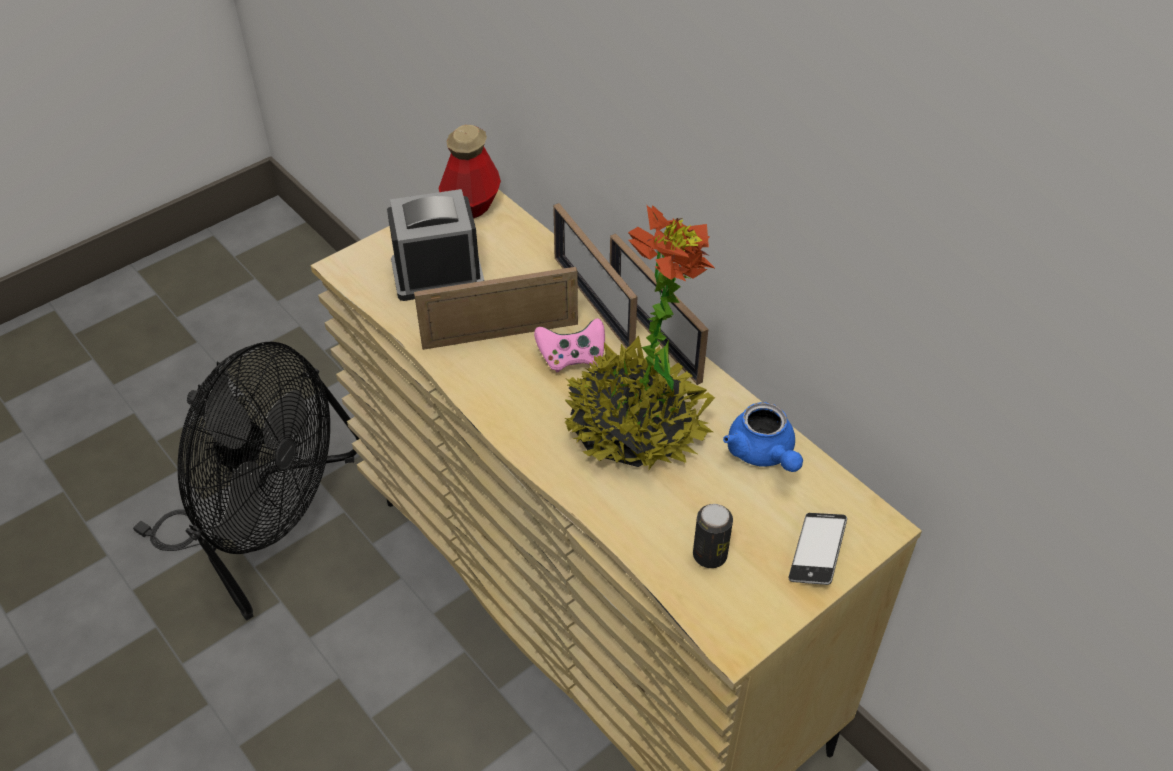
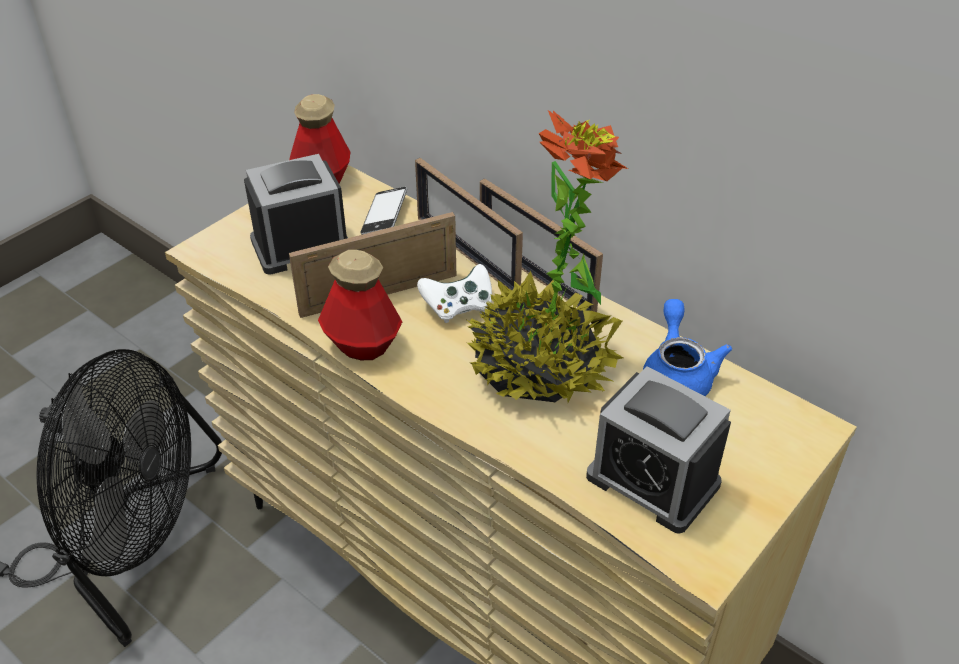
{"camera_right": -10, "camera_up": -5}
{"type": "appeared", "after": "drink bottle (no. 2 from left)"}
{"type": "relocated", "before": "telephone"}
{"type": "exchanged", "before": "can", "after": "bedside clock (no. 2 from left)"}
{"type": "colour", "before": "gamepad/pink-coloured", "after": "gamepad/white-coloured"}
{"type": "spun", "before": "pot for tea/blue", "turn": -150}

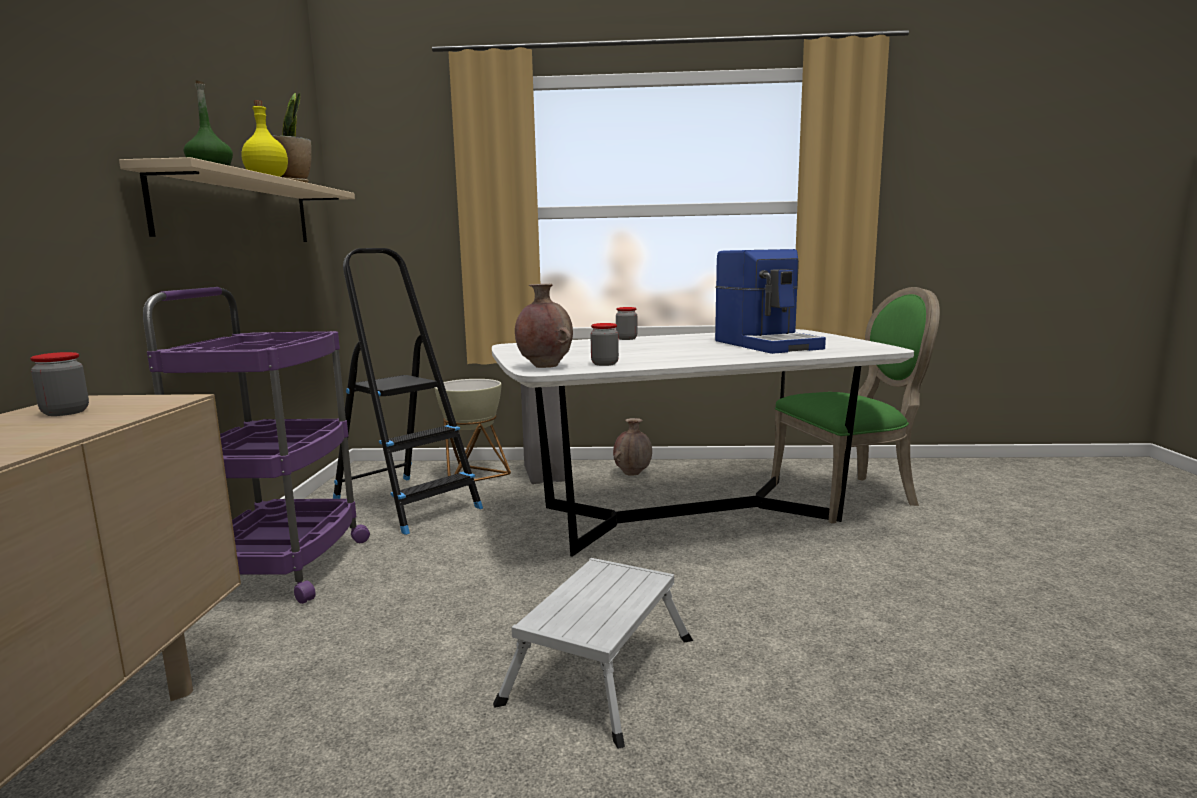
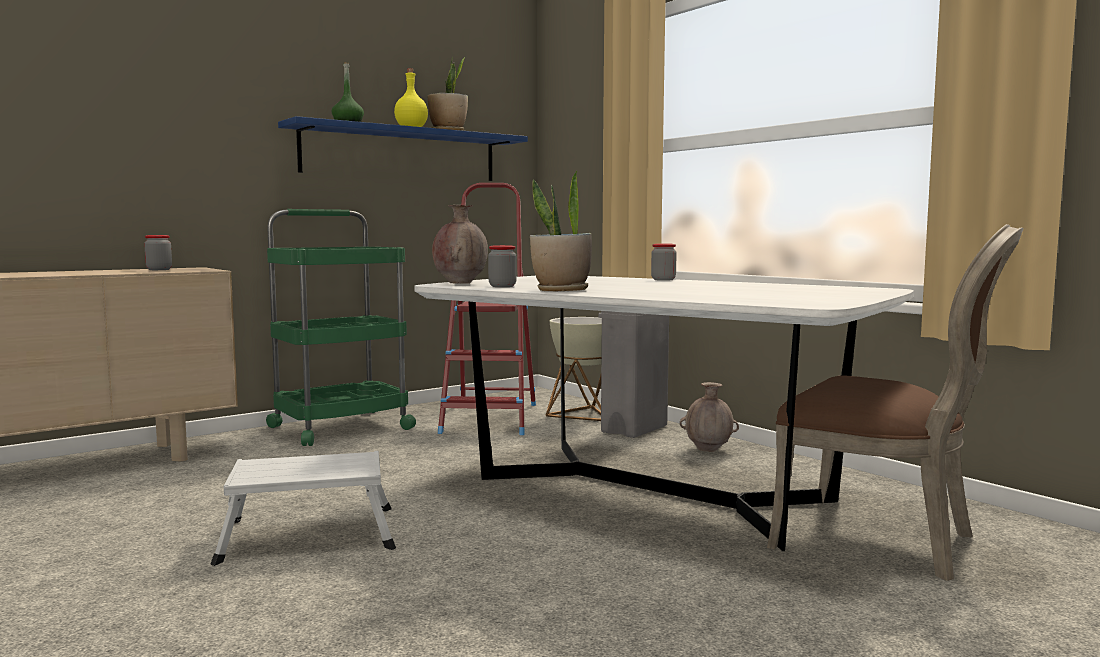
{"camera_right": 50, "camera_up": -5}
{"type": "missing", "before": "coffee machine"}
{"type": "appeared", "after": "houseplant (no. 2 from left)"}
{"type": "colour", "before": "shelf/beige", "after": "shelf/blue"}
{"type": "colour", "before": "cart/purplish", "after": "cart/greenish"}
{"type": "colour", "before": "step stool/blackish", "after": "step stool/reddish"}
{"type": "colour", "before": "chair/greenish", "after": "chair/brown-coloured"}

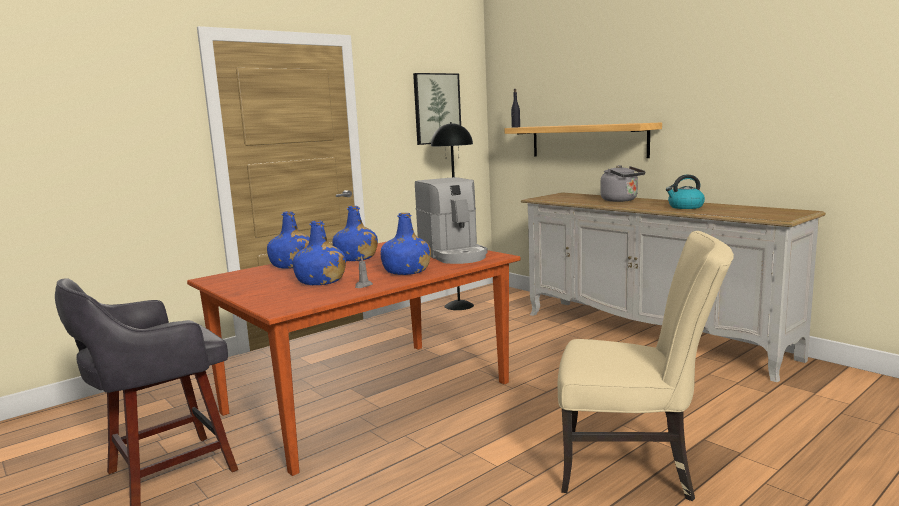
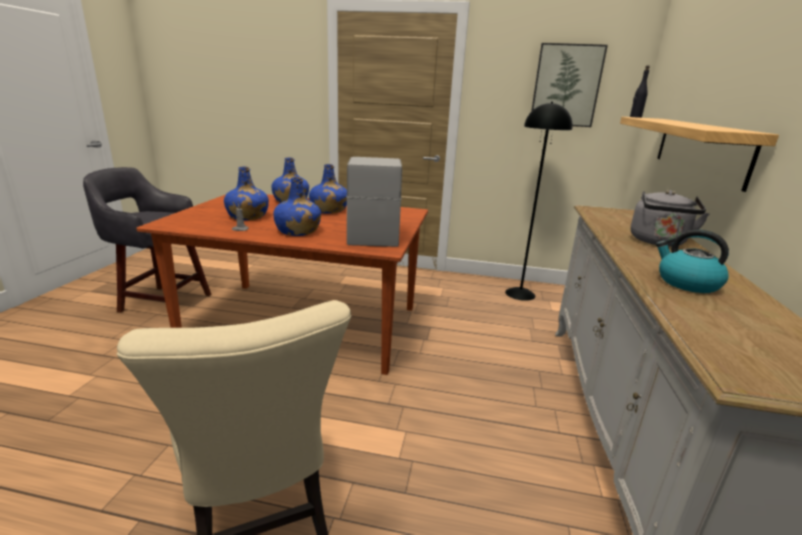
{"camera_right": 50, "camera_up": 10}
{"type": "spun", "before": "coffee machine", "turn": 150}

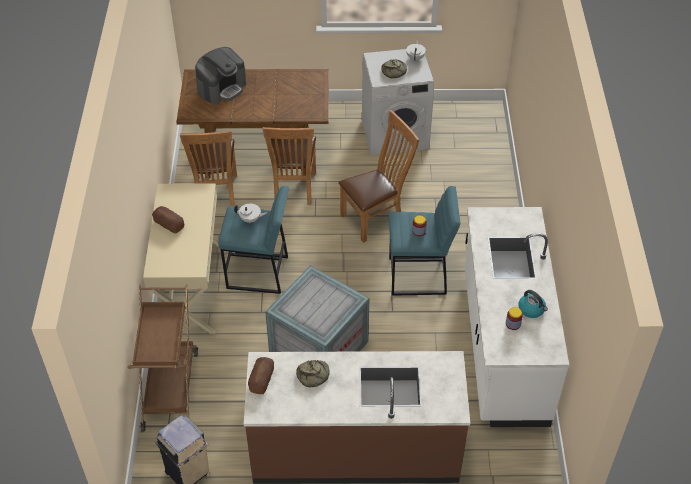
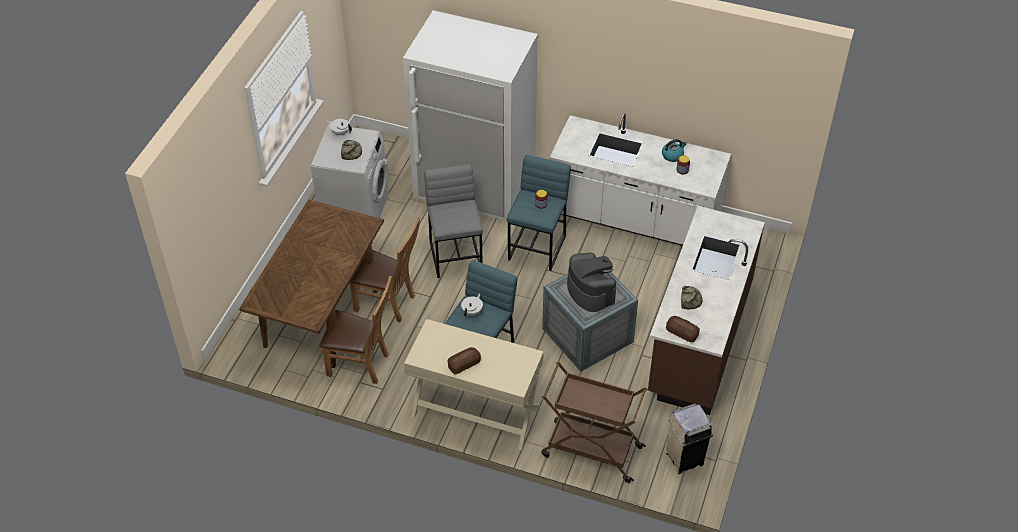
{"camera_right": -70, "camera_up": 0}
{"type": "appeared", "after": "refrigerator/white-coloured"}
{"type": "relocated", "before": "coffee machine"}
{"type": "exchanged", "before": "chair/brown-coloured (no. 3 from left)", "after": "stool/gray"}

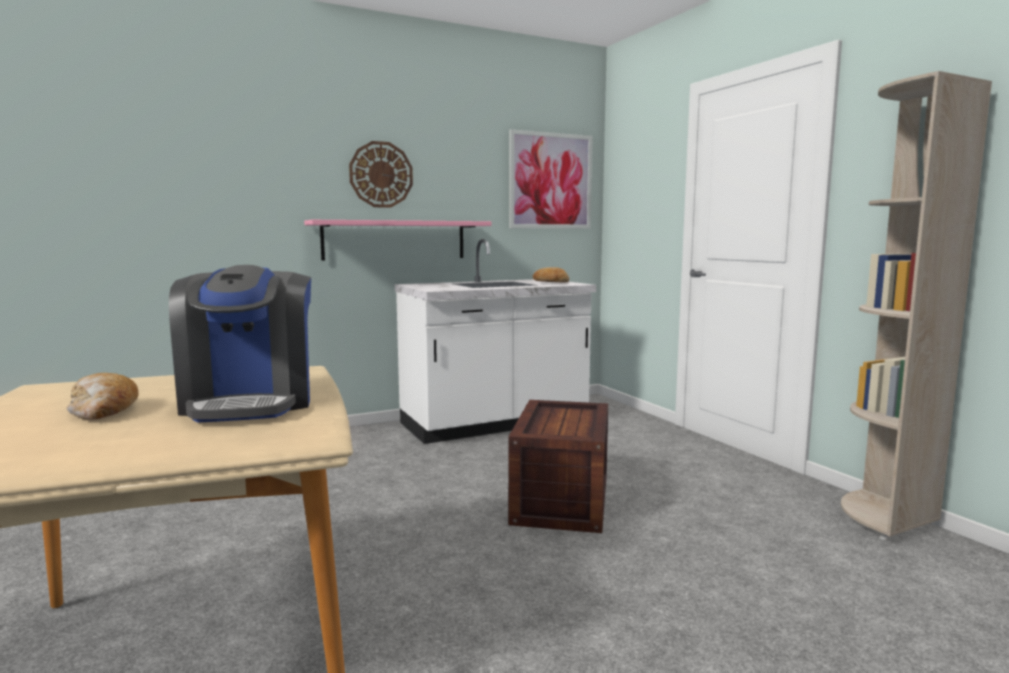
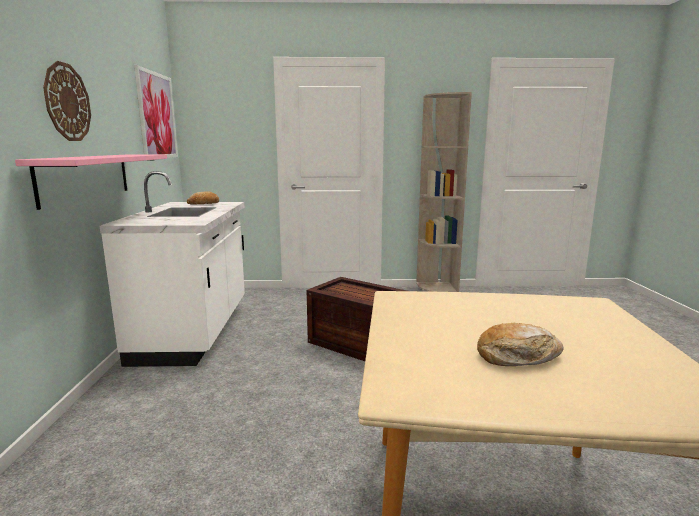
{"camera_right": -65, "camera_up": 5}
{"type": "missing", "before": "coffee machine"}

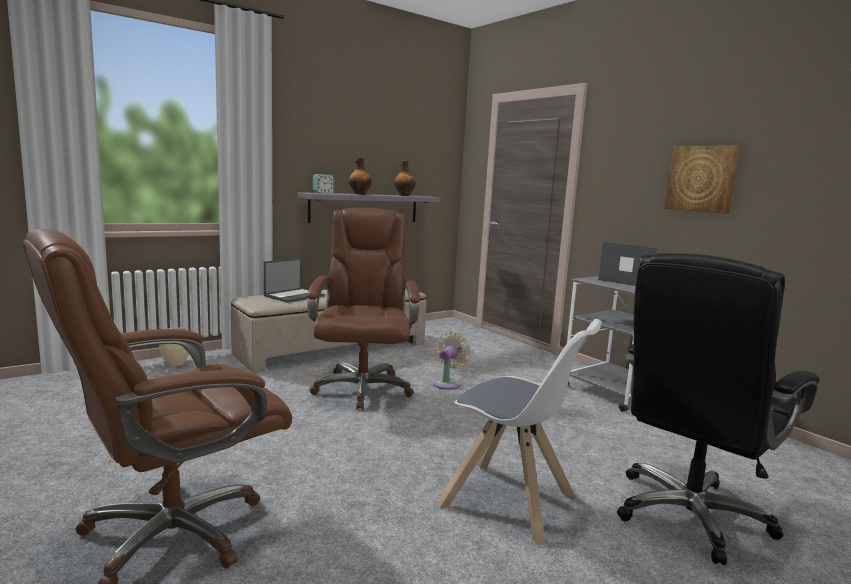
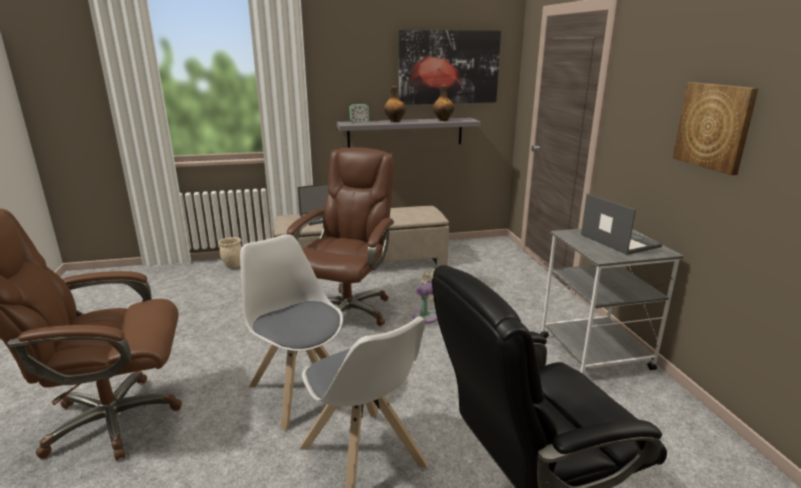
{"camera_right": 25, "camera_up": 10}
{"type": "appeared", "after": "chair (no. 1 from left)"}
{"type": "appeared", "after": "wall art (no. 1 from left)"}

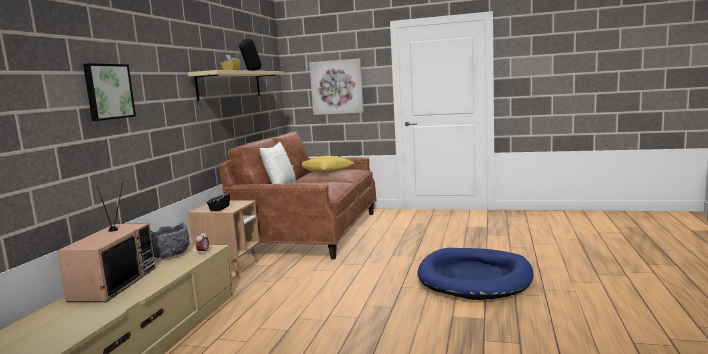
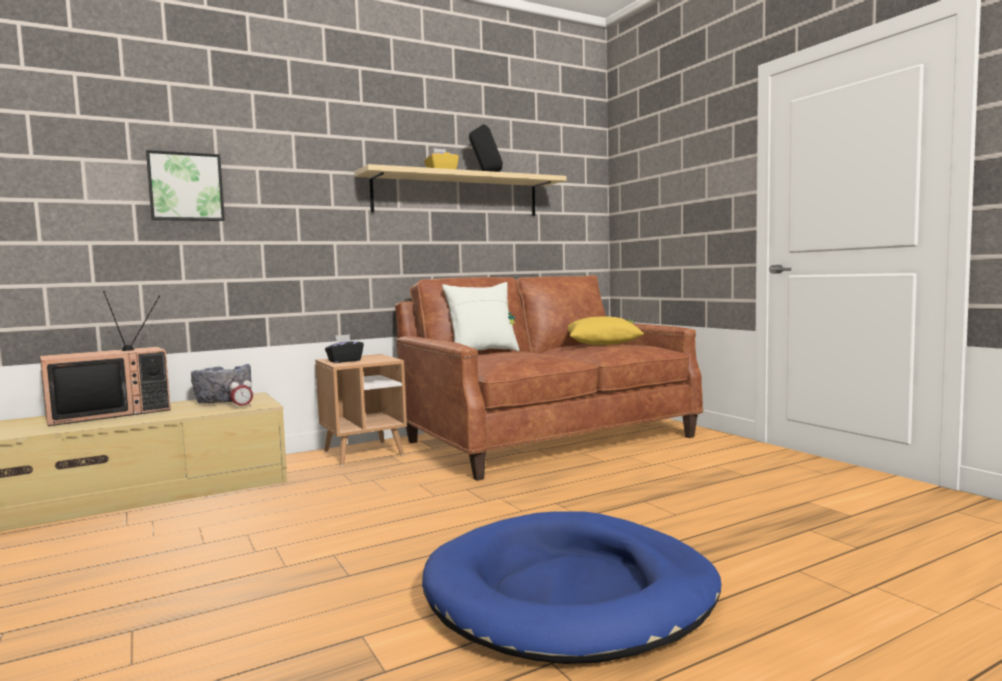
{"camera_right": 45, "camera_up": -5}
{"type": "missing", "before": "wall art (no. 2 from left)"}

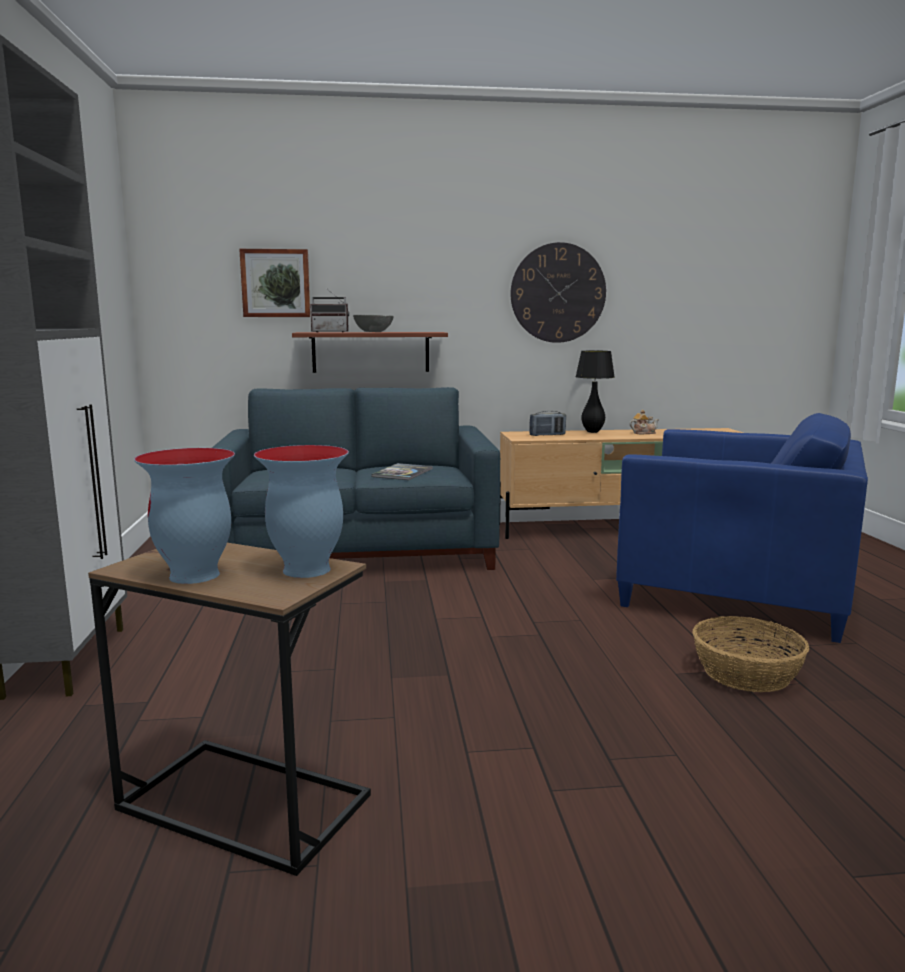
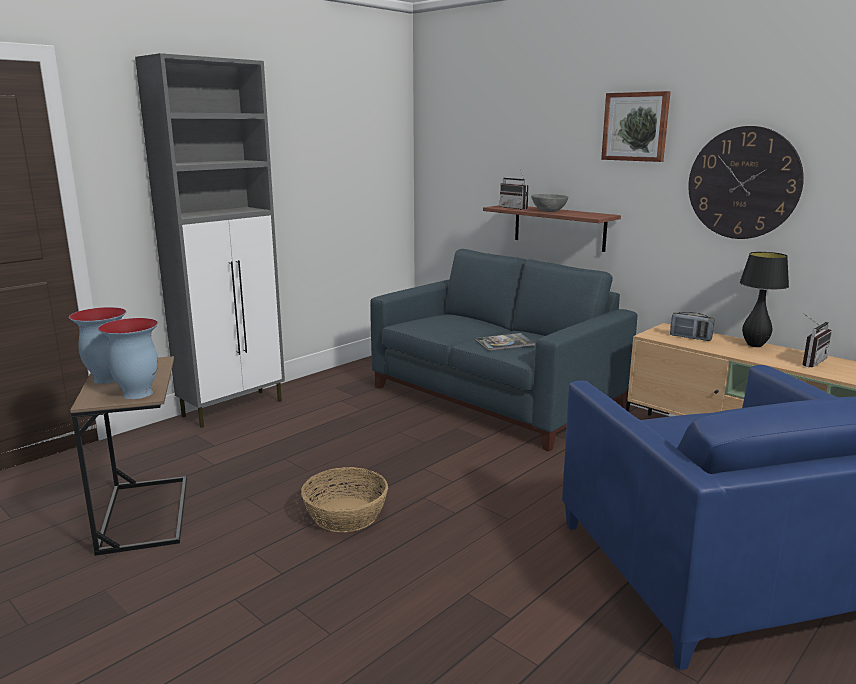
{"camera_right": 50, "camera_up": 5}
{"type": "relocated", "before": "wall art"}
{"type": "relocated", "before": "household basket"}
{"type": "exchanged", "before": "pot for tea", "after": "radio set (no. 3 from left)"}

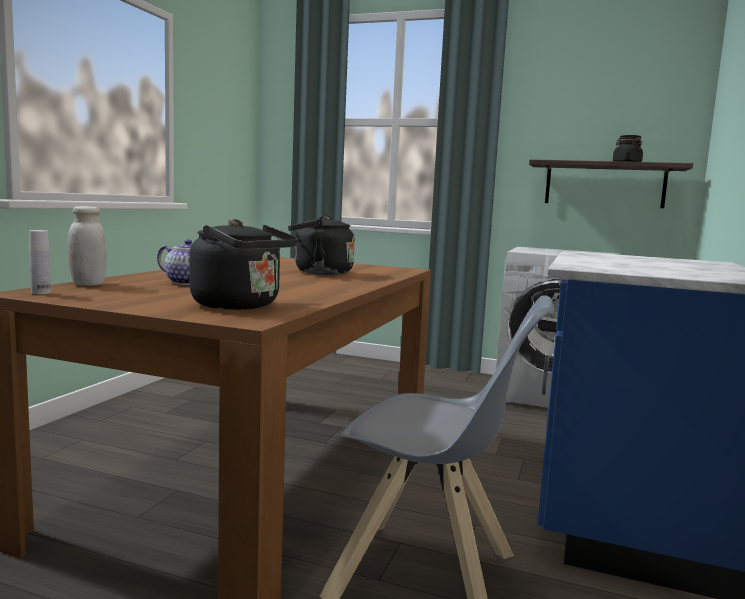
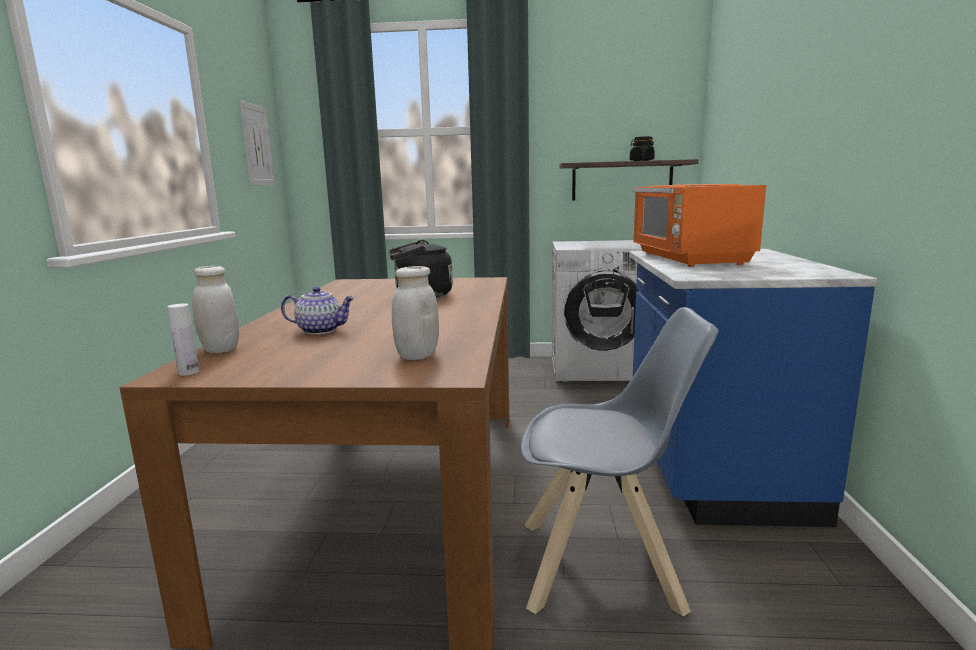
{"camera_right": -15, "camera_up": 5}
{"type": "appeared", "after": "wall art"}
{"type": "appeared", "after": "kitchen microwave/orangey"}
{"type": "exchanged", "before": "tea kettle/blackish (no. 1 from left)", "after": "jar/white-coloured (no. 2 from left)"}

